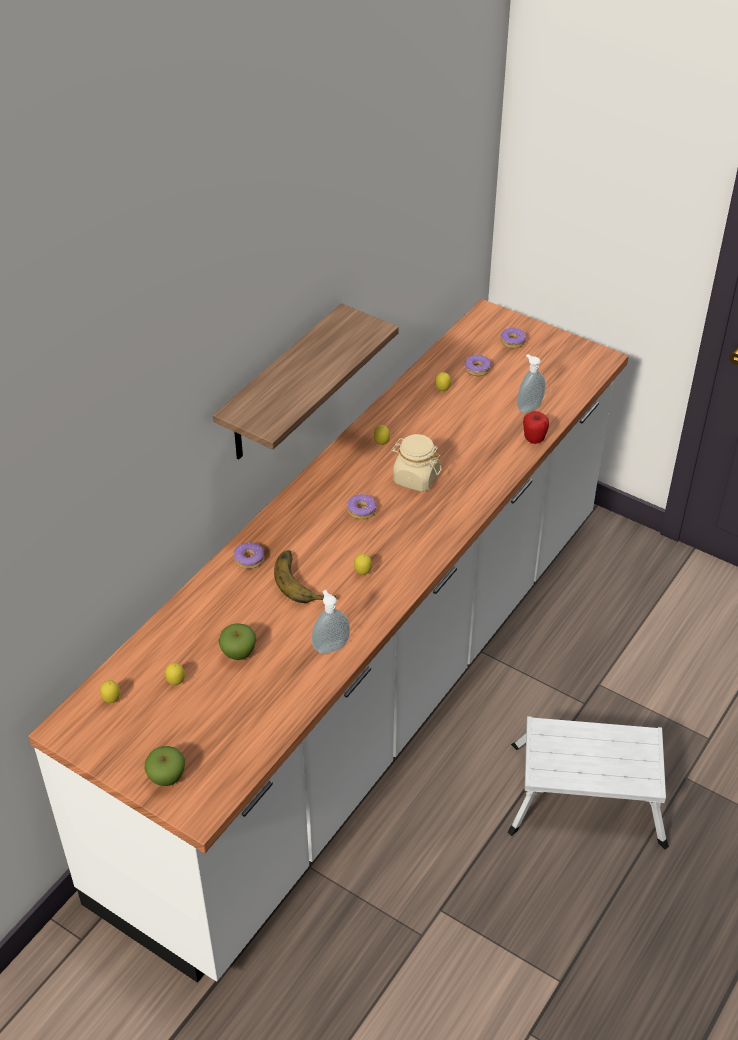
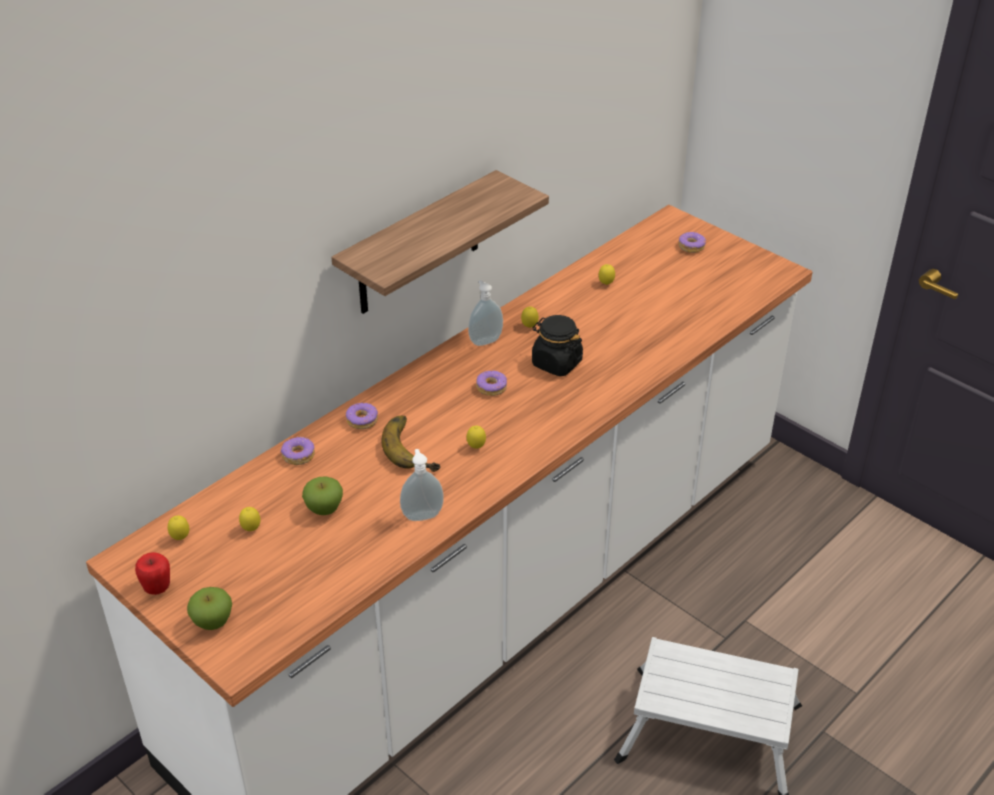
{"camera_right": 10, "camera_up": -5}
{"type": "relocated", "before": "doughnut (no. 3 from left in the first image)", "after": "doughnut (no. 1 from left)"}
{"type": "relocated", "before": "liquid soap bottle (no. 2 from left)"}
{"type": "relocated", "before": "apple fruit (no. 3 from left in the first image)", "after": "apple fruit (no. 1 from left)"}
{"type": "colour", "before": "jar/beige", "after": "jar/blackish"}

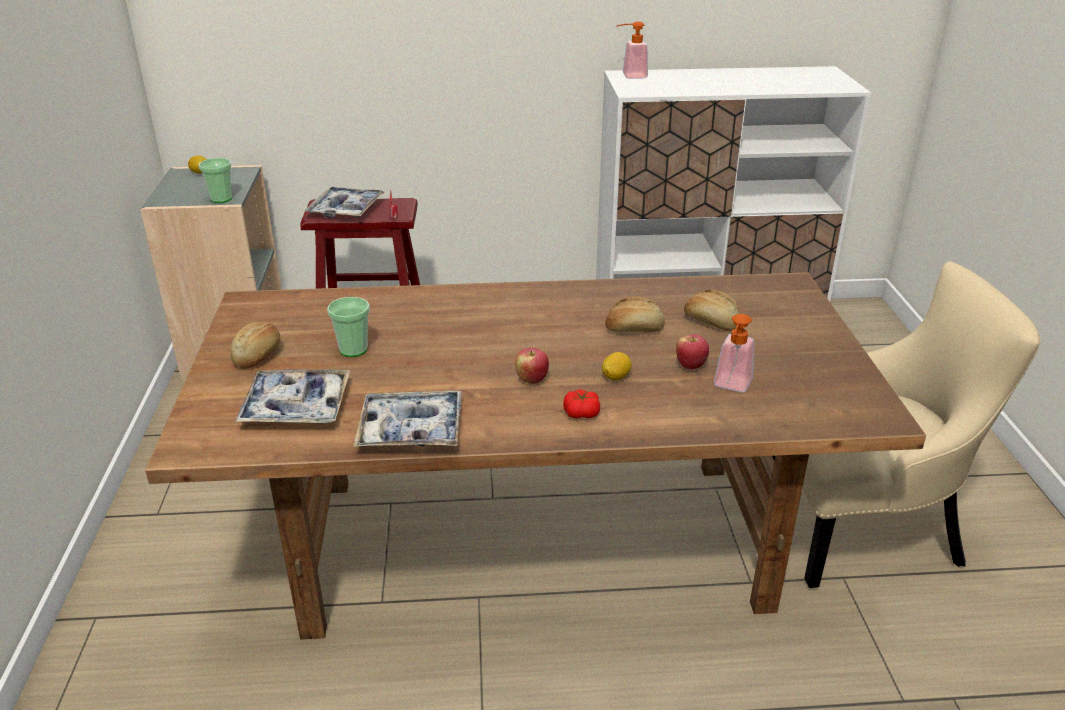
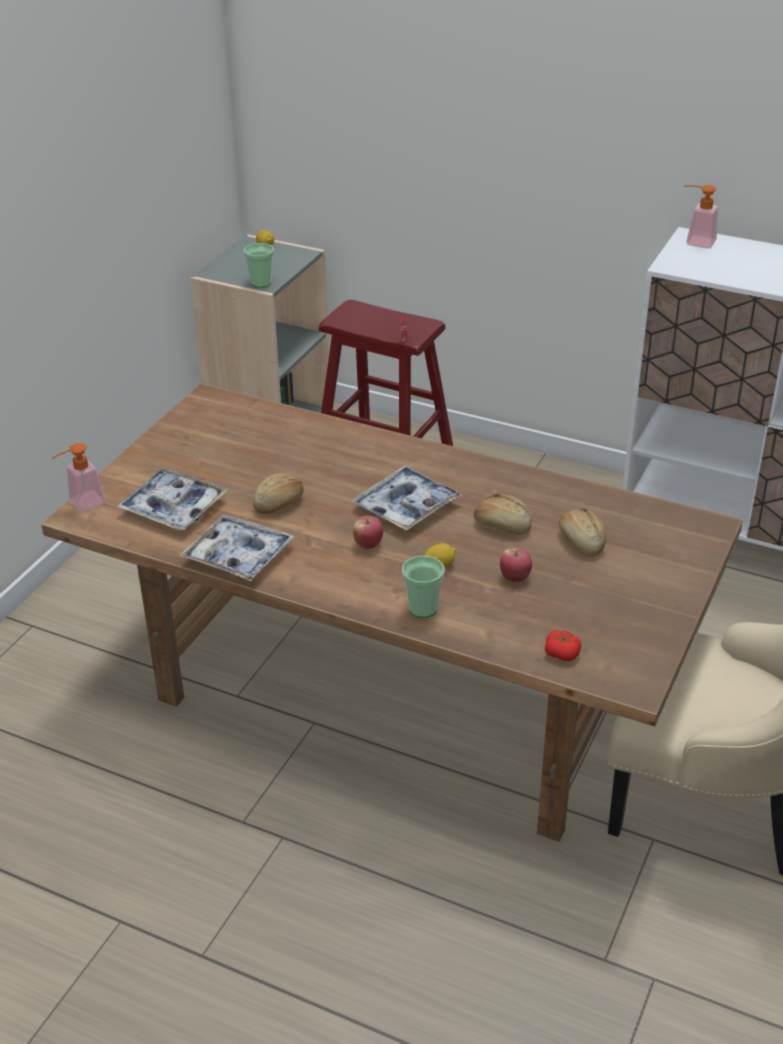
{"camera_right": 30, "camera_up": 5}
{"type": "relocated", "before": "baked bread (no. 1 from left)"}
{"type": "relocated", "before": "tray (no. 2 from left in the first image)", "after": "tray (no. 3 from left)"}
{"type": "relocated", "before": "drinking cup (no. 2 from left)"}
{"type": "relocated", "before": "fresh tomato"}
{"type": "relocated", "before": "liquid soap bottle (no. 2 from left in the first image)", "after": "liquid soap bottle (no. 1 from left)"}

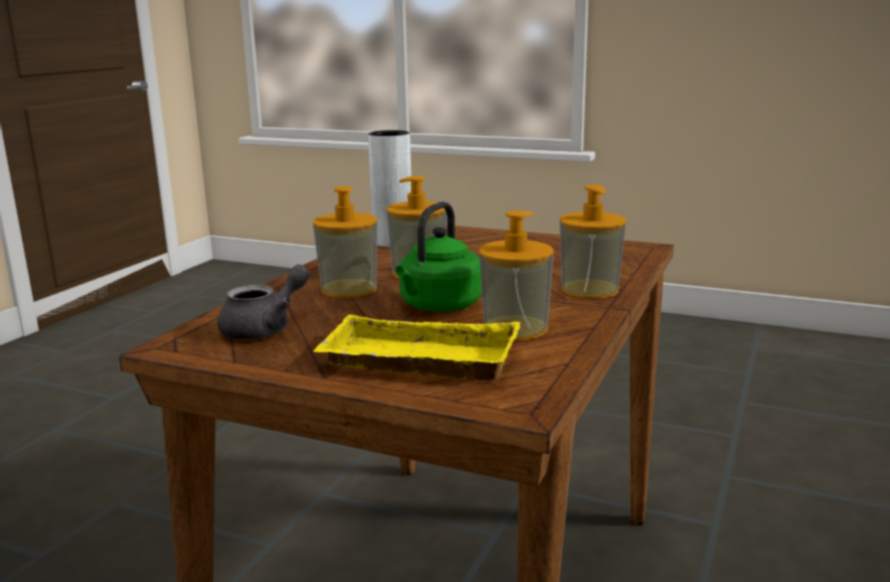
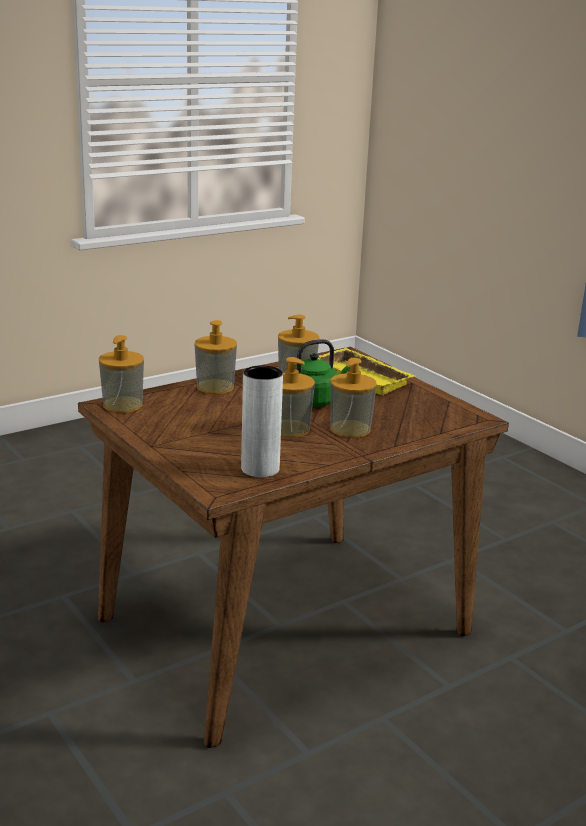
{"camera_right": -150, "camera_up": 5}
{"type": "missing", "before": "pot for tea/gray"}
{"type": "appeared", "after": "liquid soap bottle (no. 1 from left)"}

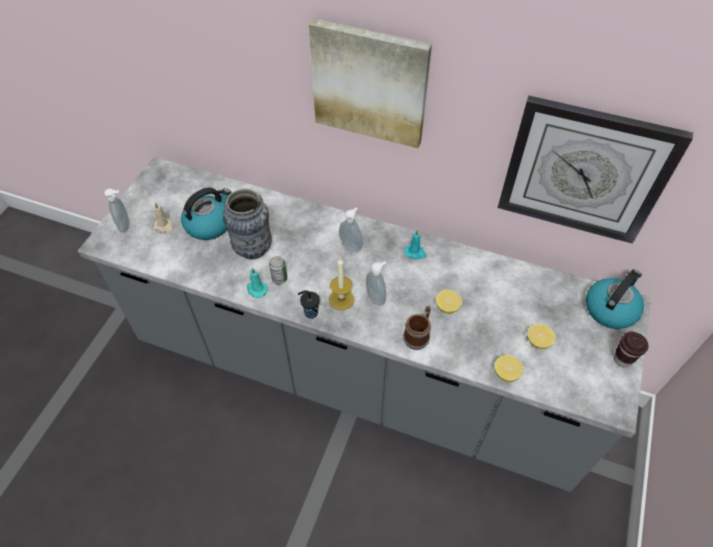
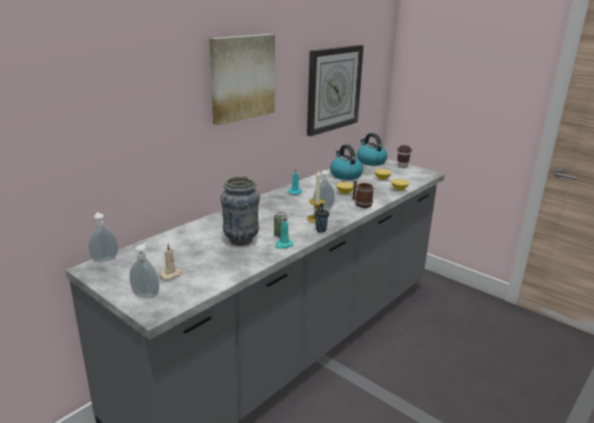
{"camera_right": -70, "camera_up": -30}
{"type": "relocated", "before": "tea kettle (no. 1 from left)"}
{"type": "relocated", "before": "liquid soap bottle (no. 2 from left in the first image)", "after": "liquid soap bottle (no. 1 from left)"}

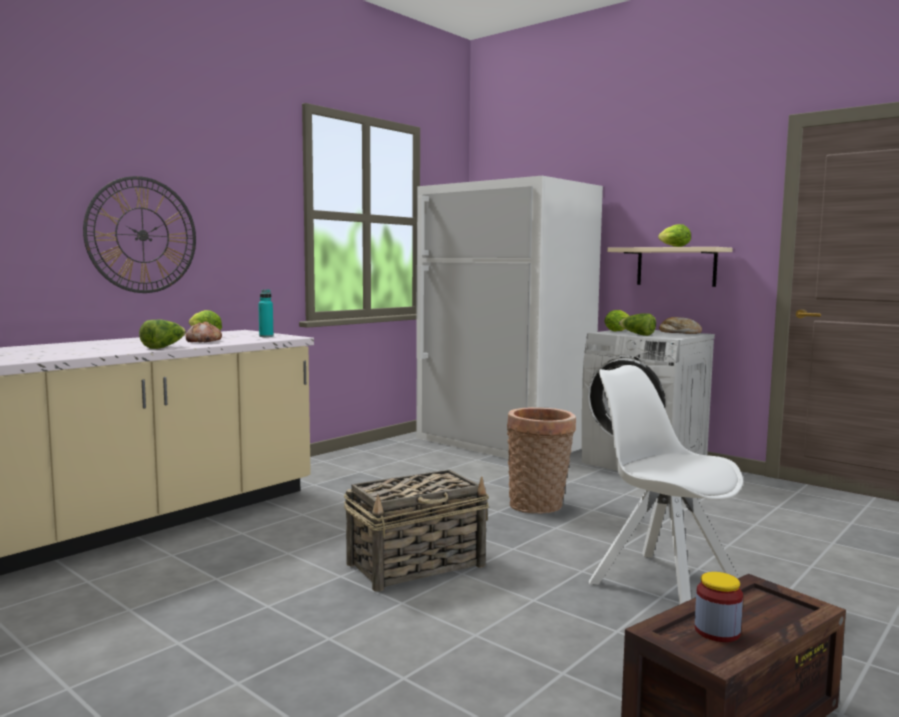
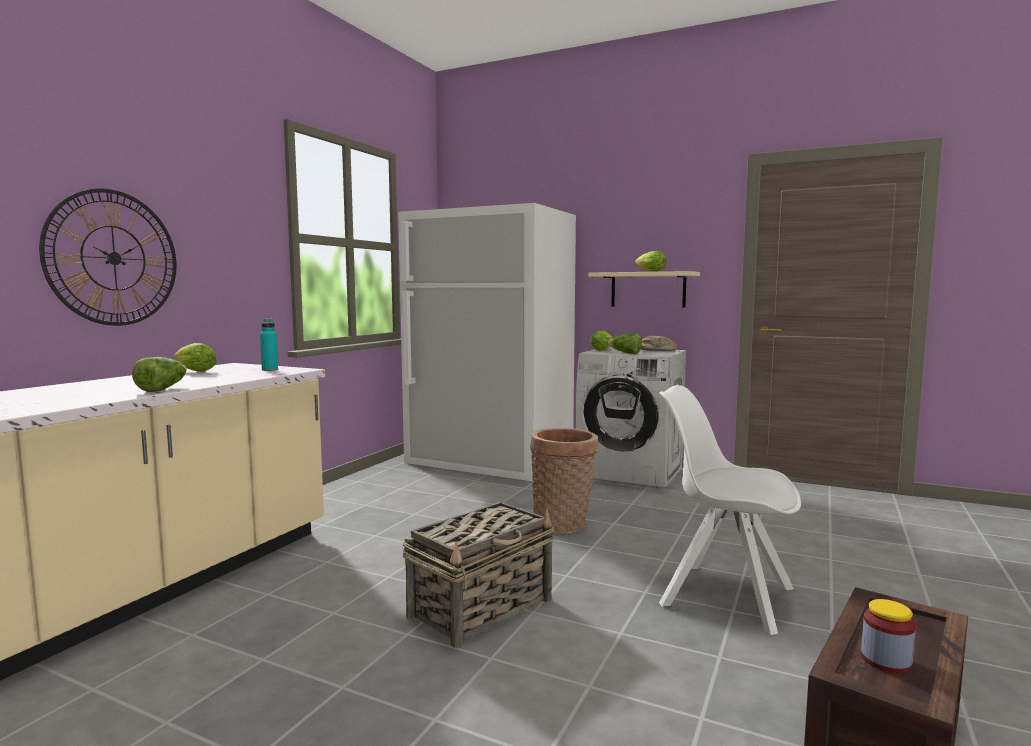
{"camera_right": -15, "camera_up": 0}
{"type": "missing", "before": "baked bread (no. 1 from left)"}

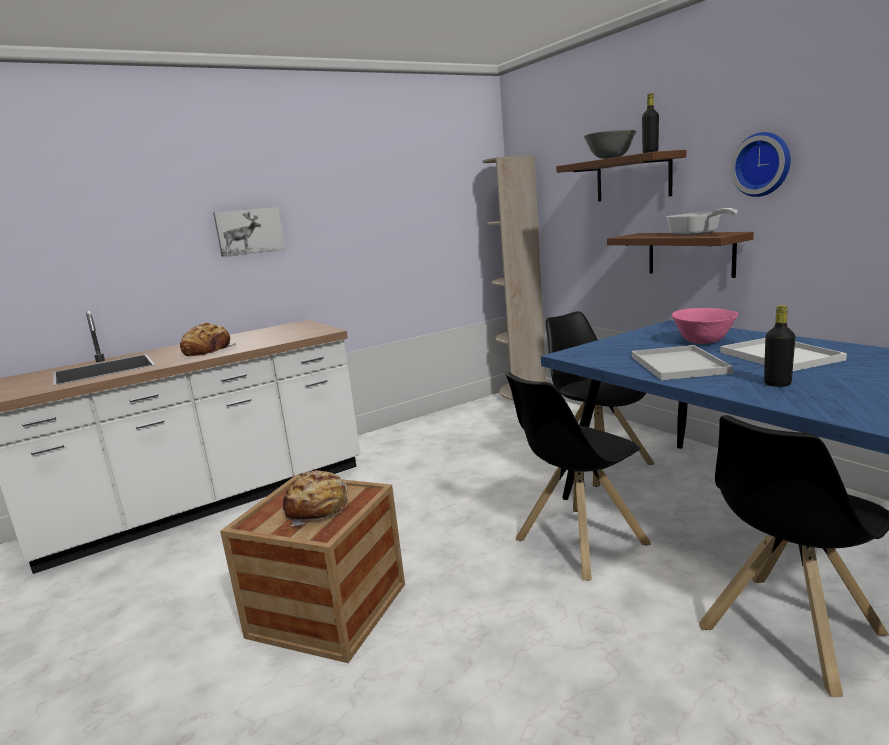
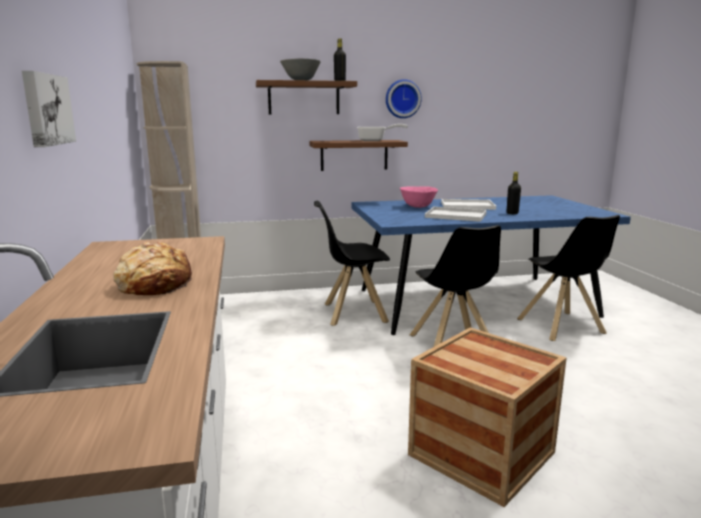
{"camera_right": -70, "camera_up": 0}
{"type": "missing", "before": "baked bread (no. 2 from left)"}

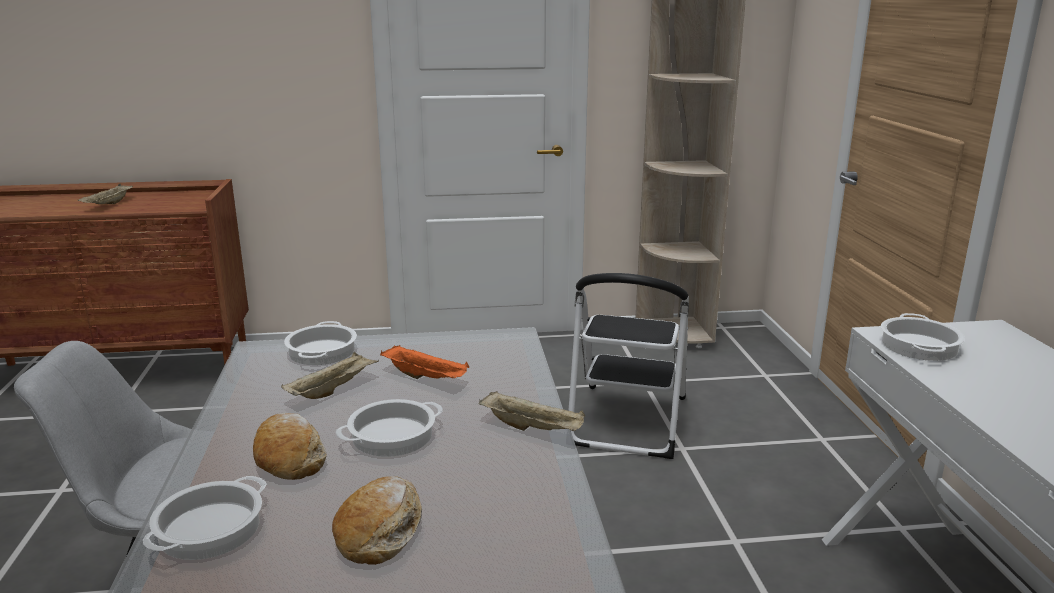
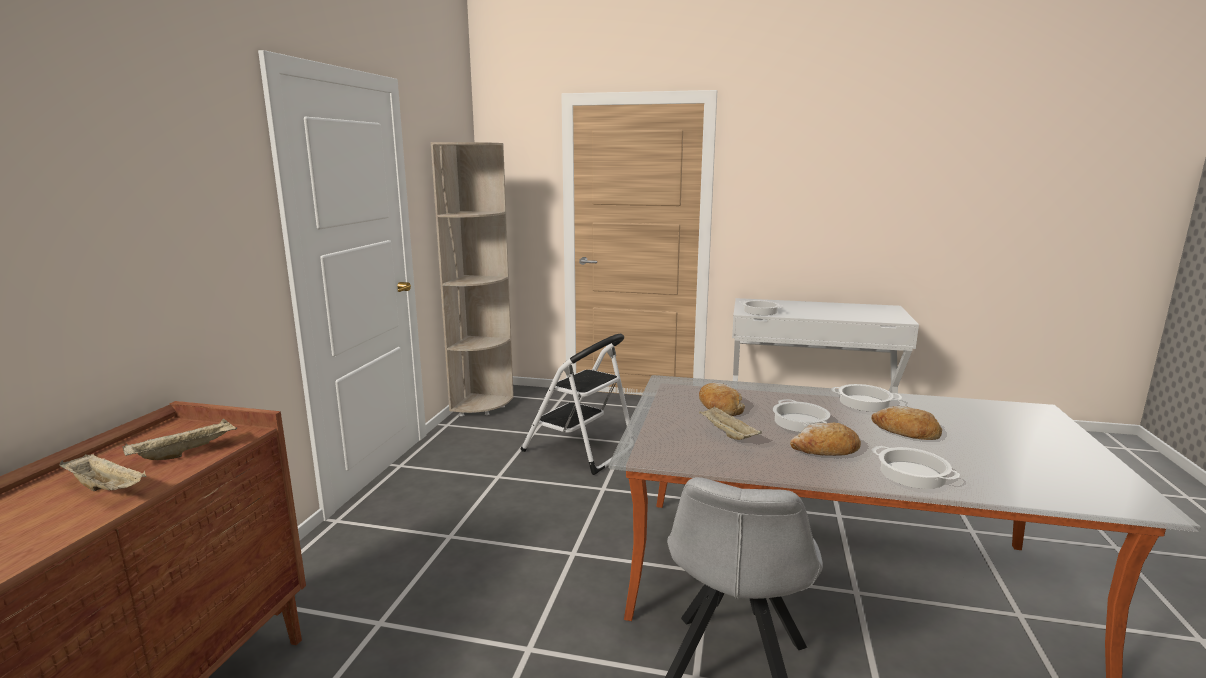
{"camera_right": -70, "camera_up": -5}
{"type": "relocated", "before": "stockpot (no. 2 from left in the first image)", "after": "stockpot (no. 3 from left)"}
{"type": "relocated", "before": "tray/beige (no. 3 from left in the first image)", "after": "tray/beige (no. 2 from left)"}
{"type": "exchanged", "before": "tray/orangey", "after": "baked bread (no. 1 from left)"}

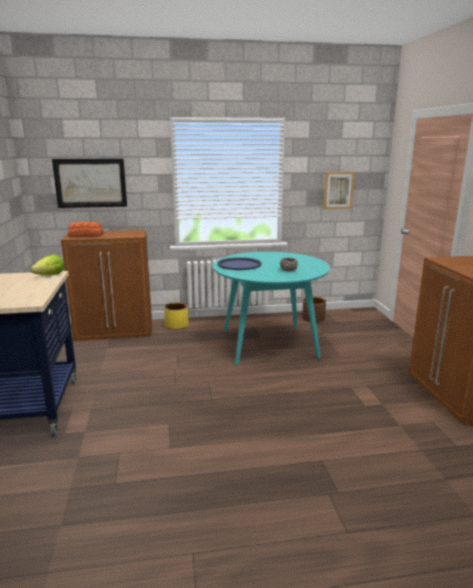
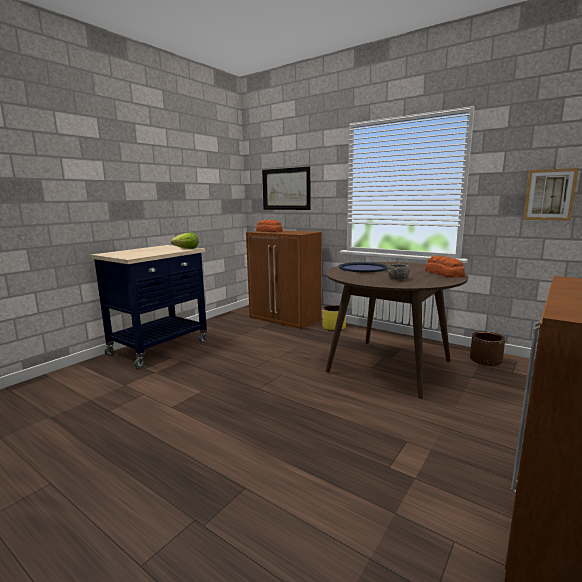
{"camera_right": 45, "camera_up": -5}
{"type": "appeared", "after": "baked bread (no. 2 from left)"}
{"type": "colour", "before": "dining table/turquoise-coloured", "after": "dining table/brown-coloured"}

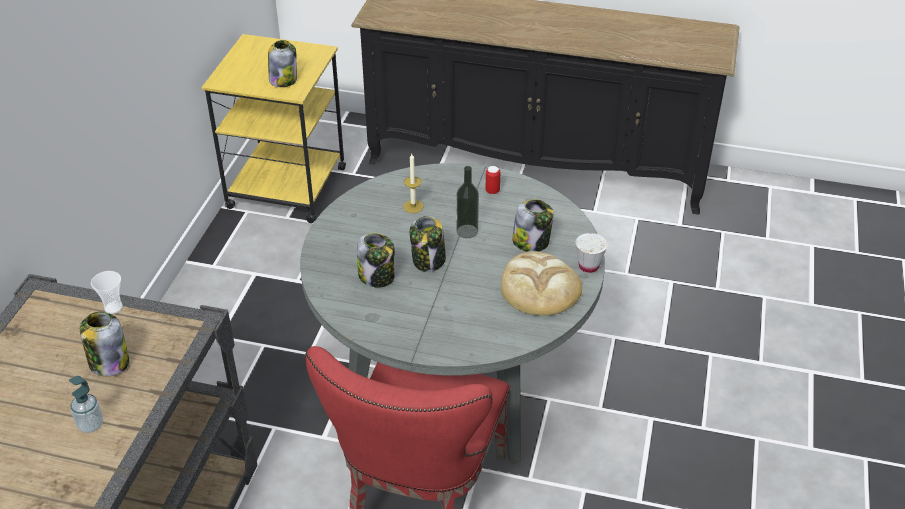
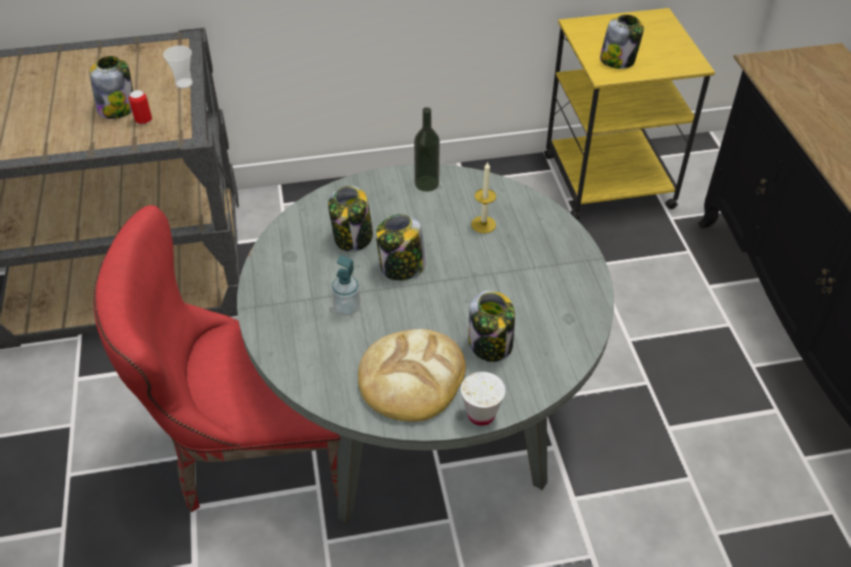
{"camera_right": 65, "camera_up": 5}
{"type": "relocated", "before": "liquid soap bottle"}
{"type": "relocated", "before": "drink bottle"}
{"type": "relocated", "before": "can"}

